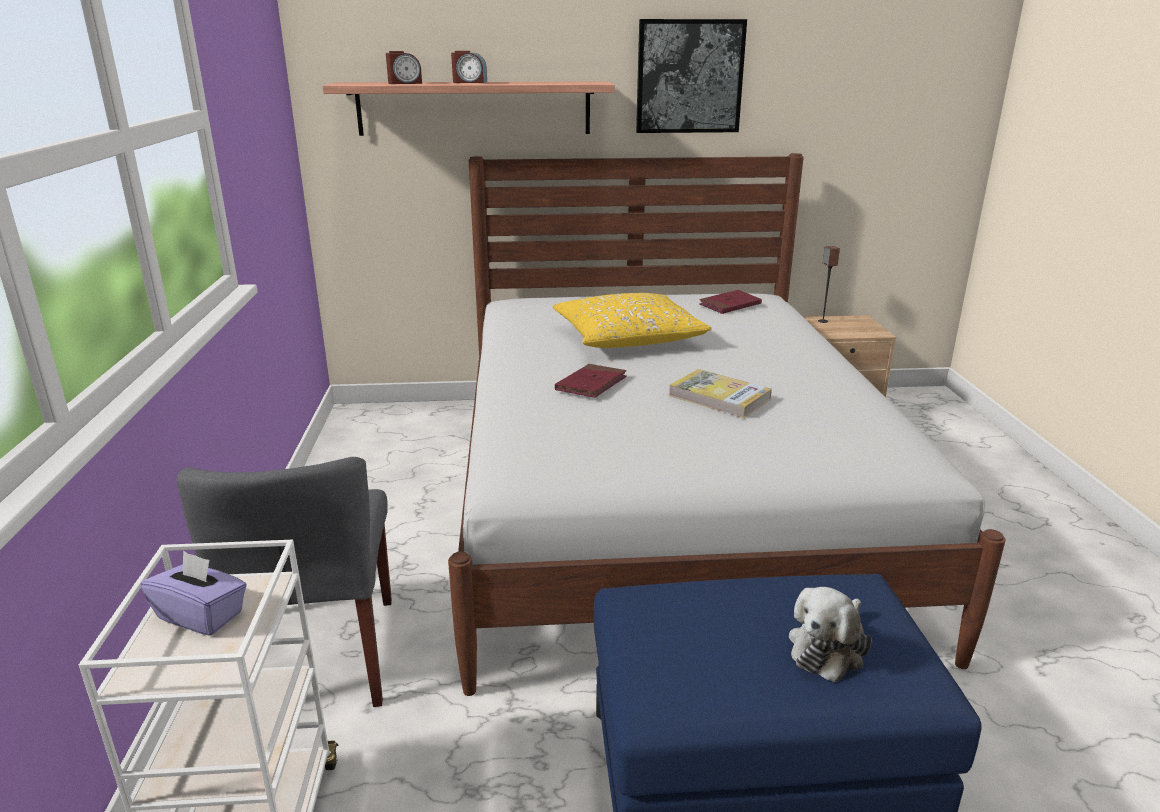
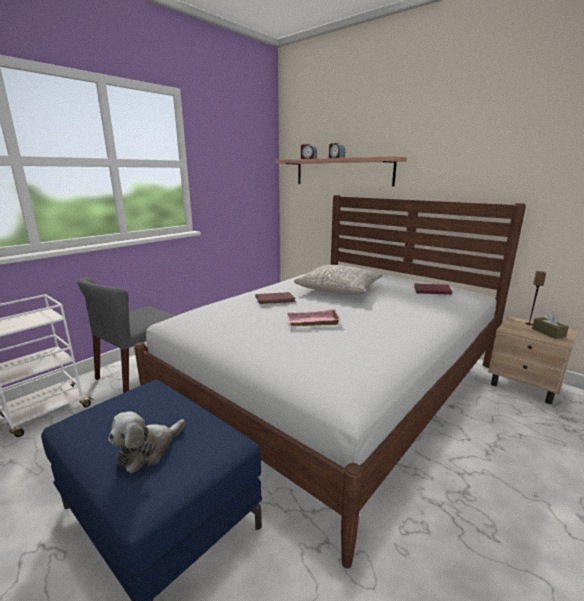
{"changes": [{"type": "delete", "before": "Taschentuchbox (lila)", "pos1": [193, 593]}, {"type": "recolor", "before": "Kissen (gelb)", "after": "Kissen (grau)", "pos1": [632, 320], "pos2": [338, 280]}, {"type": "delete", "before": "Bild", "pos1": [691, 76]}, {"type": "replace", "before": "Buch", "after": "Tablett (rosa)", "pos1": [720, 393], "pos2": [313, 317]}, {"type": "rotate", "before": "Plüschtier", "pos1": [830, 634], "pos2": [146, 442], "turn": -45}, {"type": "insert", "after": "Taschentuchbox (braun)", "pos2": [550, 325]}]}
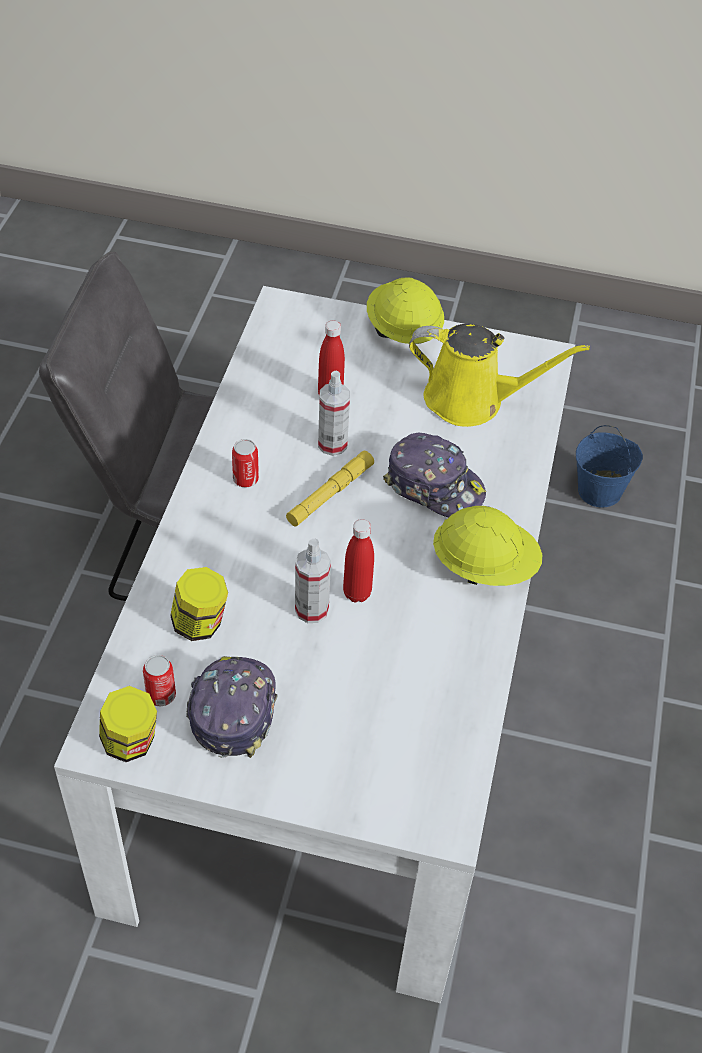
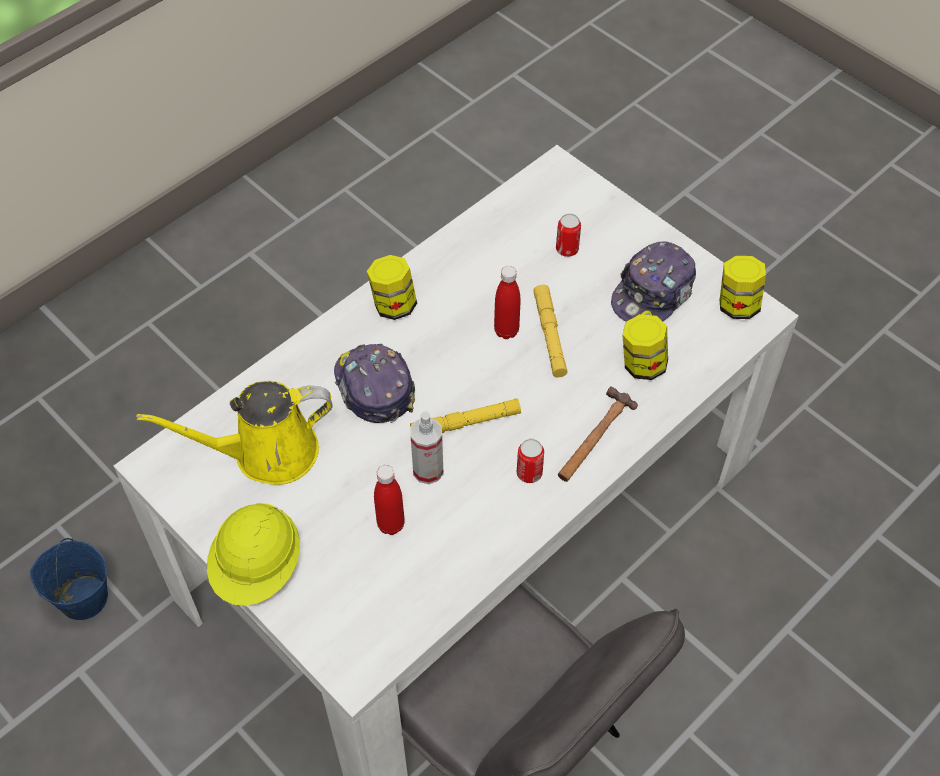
{"changes": [{"type": "move", "before": "Dose", "pos1": [159, 680], "pos2": [568, 235]}, {"type": "replace", "before": "Sprühflasche", "after": "Taschenlampe (gelb)", "pos1": [313, 581], "pos2": [550, 331]}, {"type": "rotate", "before": "Gießkanne (gelb)", "pos1": [499, 375], "pos2": [235, 433], "turn": -60}, {"type": "replace", "before": "Schutzhelm (gelb)", "after": "Vorratsglas", "pos1": [487, 546], "pos2": [392, 287]}, {"type": "insert", "after": "Hammer", "pos2": [598, 434]}]}
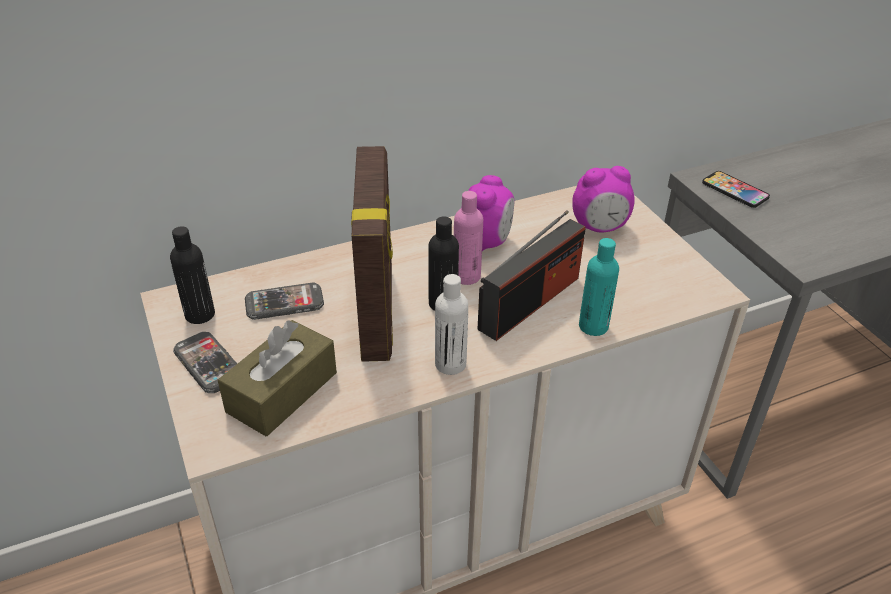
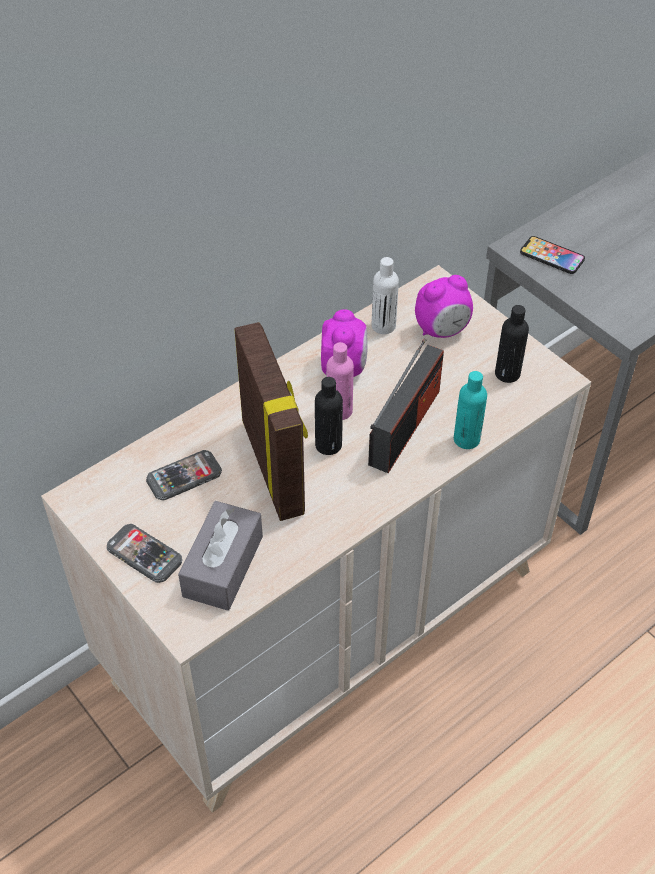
{"changes": [{"type": "move", "before": "Flasche (schwarz)", "pos1": [192, 275], "pos2": [512, 344]}, {"type": "recolor", "before": "Taschentuchbox (braun)", "after": "Taschentuchbox (grau)", "pos1": [277, 378], "pos2": [220, 556]}, {"type": "move", "before": "Flasche (weiß)", "pos1": [451, 324], "pos2": [385, 295]}]}
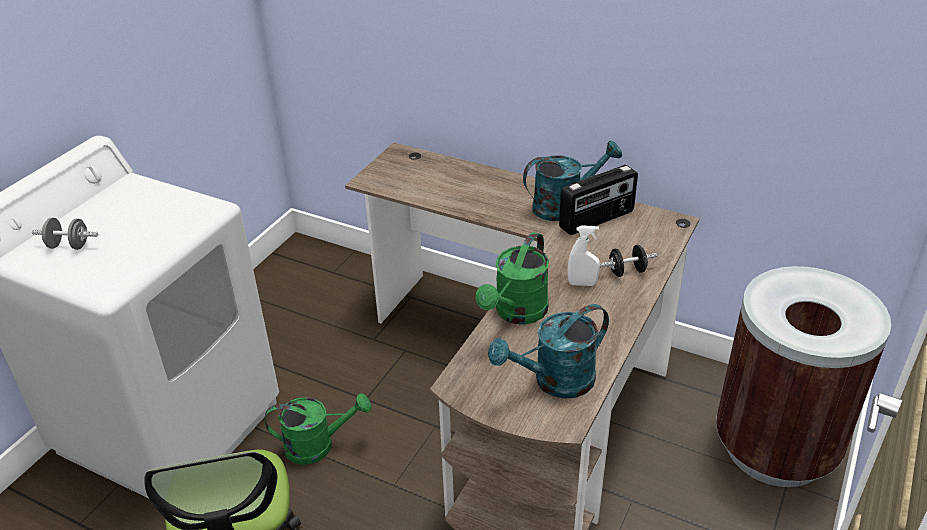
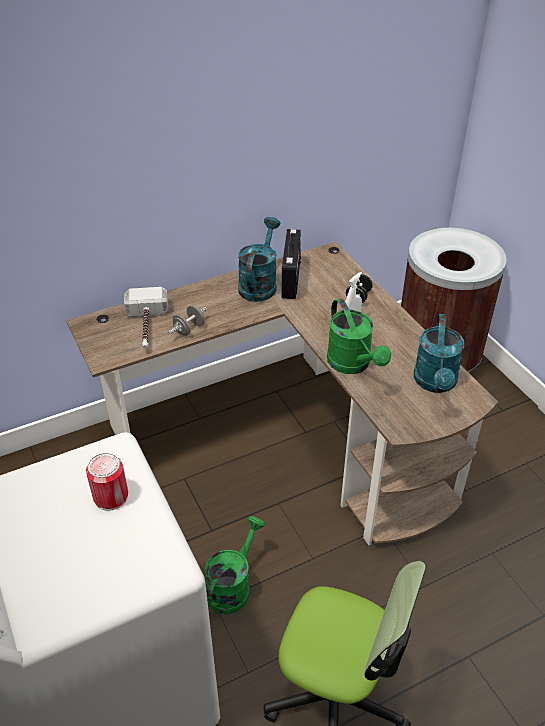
{"changes": [{"type": "move", "before": "Hantel (grau)", "pos1": [65, 233], "pos2": [188, 320]}, {"type": "insert", "after": "Dose", "pos2": [107, 482]}, {"type": "insert", "after": "Hammer", "pos2": [146, 318]}]}
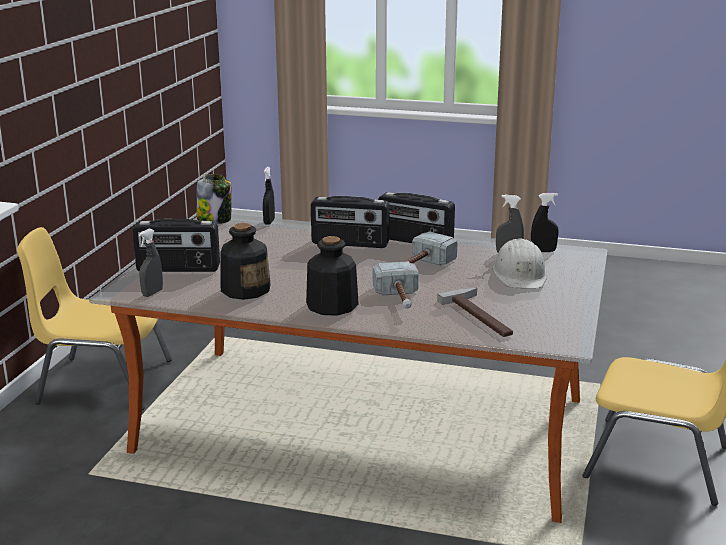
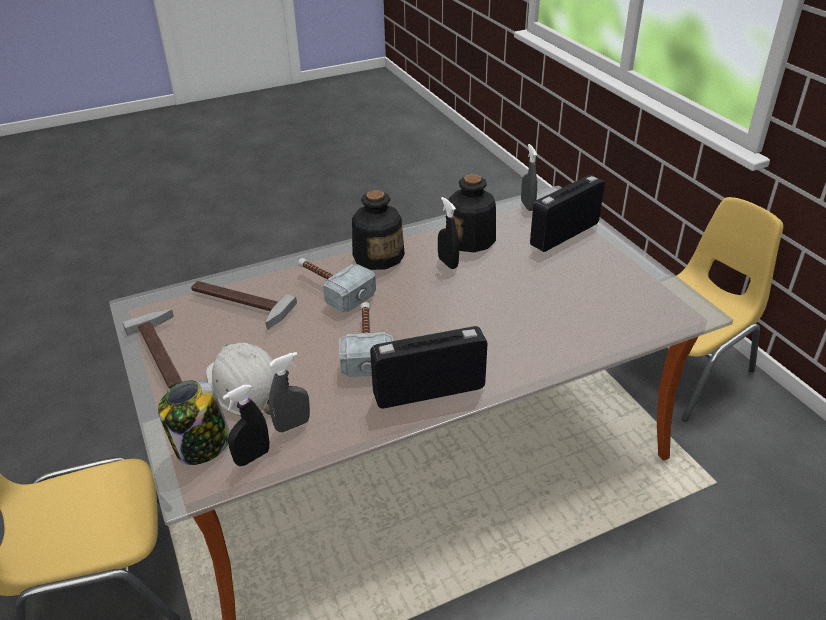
{"changes": [{"type": "move", "before": "Vorratsglas", "pos1": [214, 199], "pos2": [194, 422]}, {"type": "move", "before": "Sprühflasche (schwarz)", "pos1": [269, 196], "pos2": [448, 233]}, {"type": "delete", "before": "Radio", "pos1": [350, 222]}, {"type": "insert", "after": "Hammer", "pos2": [152, 349]}]}
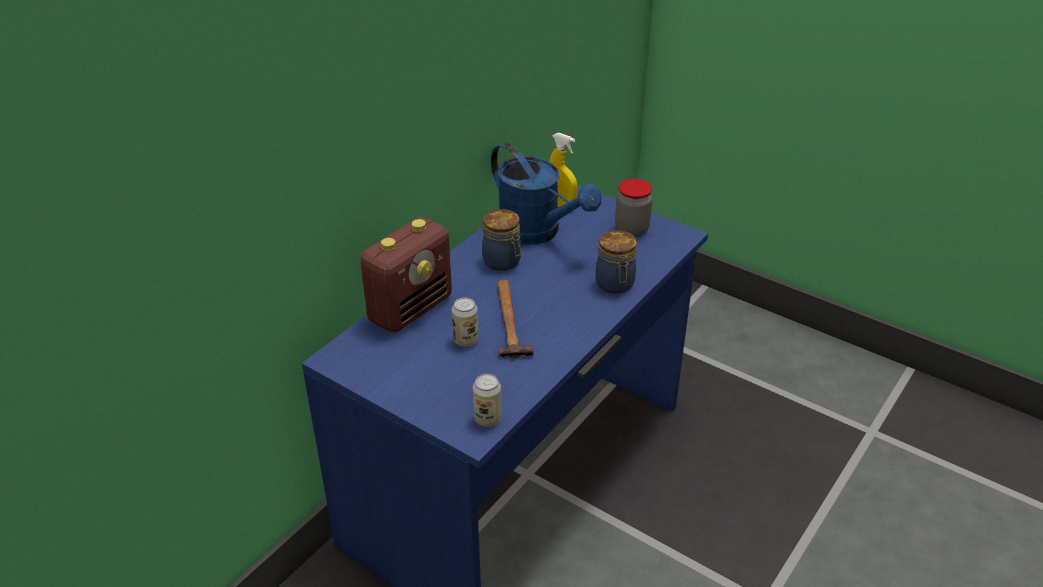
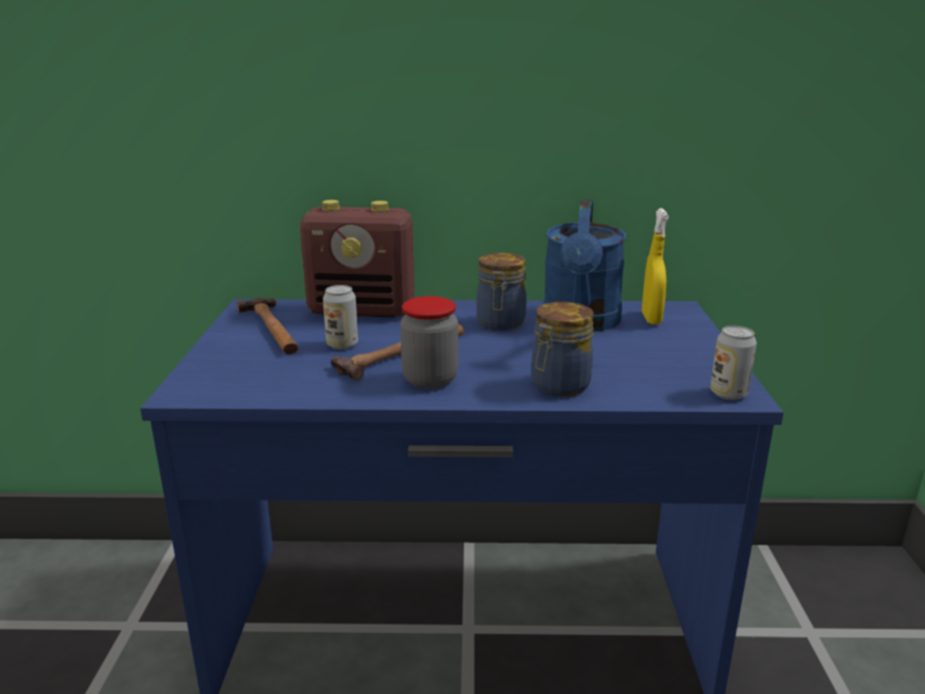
{"changes": [{"type": "move", "before": "Dose", "pos1": [487, 400], "pos2": [733, 363]}, {"type": "move", "before": "Vorratsglas", "pos1": [634, 208], "pos2": [429, 342]}, {"type": "insert", "after": "Hammer", "pos2": [267, 326]}]}
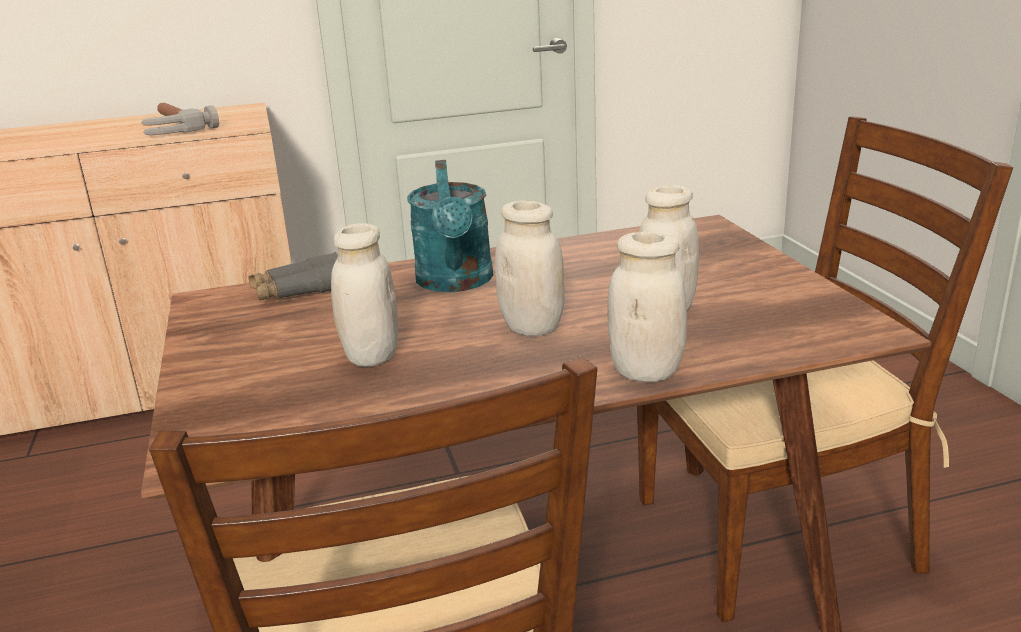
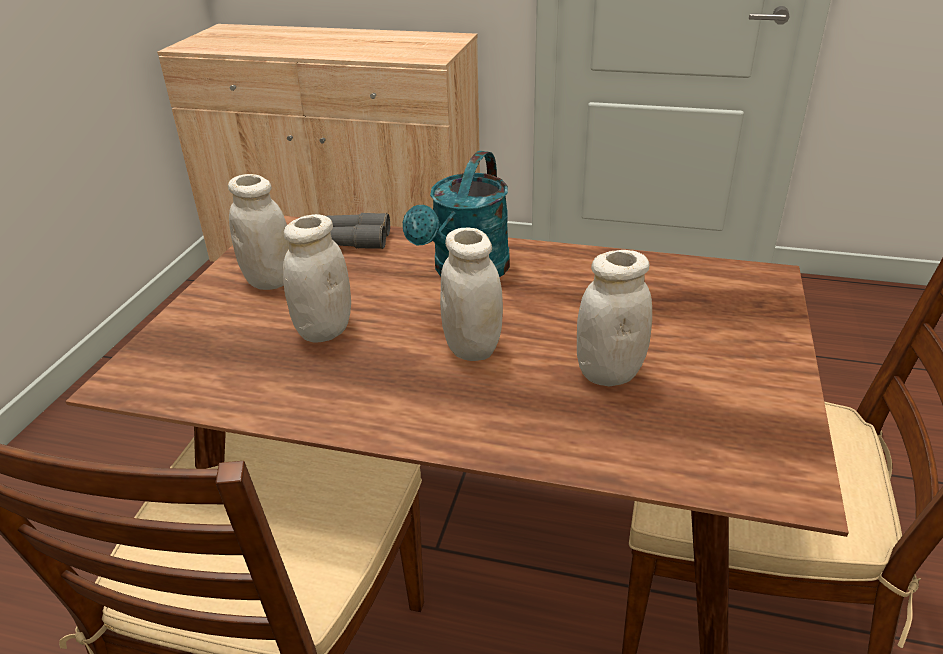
{"changes": [{"type": "delete", "before": "Hammer", "pos1": [180, 119]}, {"type": "move", "before": "Vorratsglas (weiß)", "pos1": [647, 307], "pos2": [258, 232]}]}
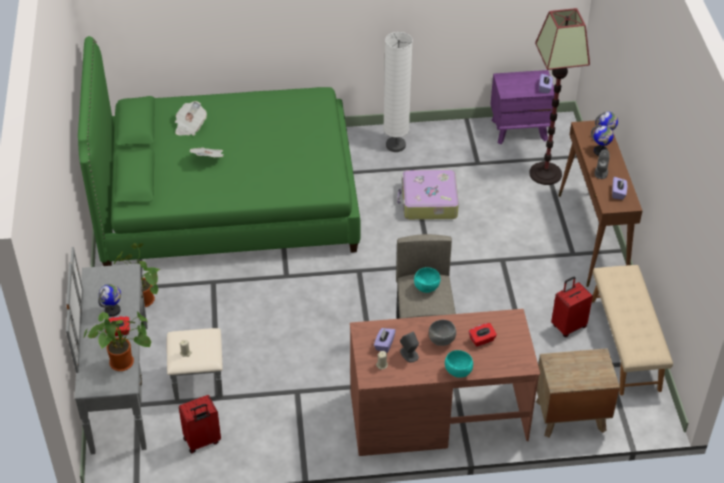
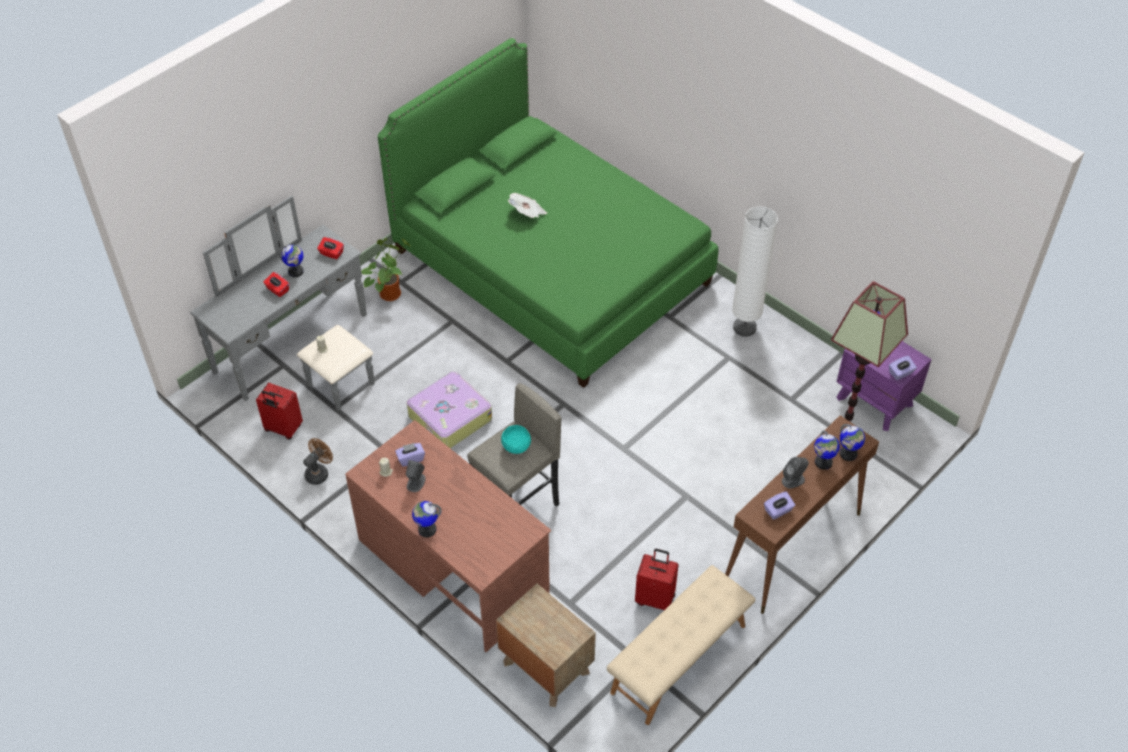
{"changes": [{"type": "delete", "before": "Topfpflanze", "pos1": [117, 341]}, {"type": "delete", "before": "Zeitung", "pos1": [191, 118]}, {"type": "move", "before": "Koffer", "pos1": [428, 195], "pos2": [449, 410]}, {"type": "delete", "before": "Schüssel (grau)", "pos1": [442, 333]}, {"type": "replace", "before": "Schüssel (türkis)", "after": "Globus", "pos1": [459, 364], "pos2": [427, 519]}, {"type": "move", "before": "Taschentuchbox (rot)", "pos1": [483, 335], "pos2": [330, 248]}, {"type": "insert", "after": "Ventilator (braun)", "pos2": [318, 461]}]}
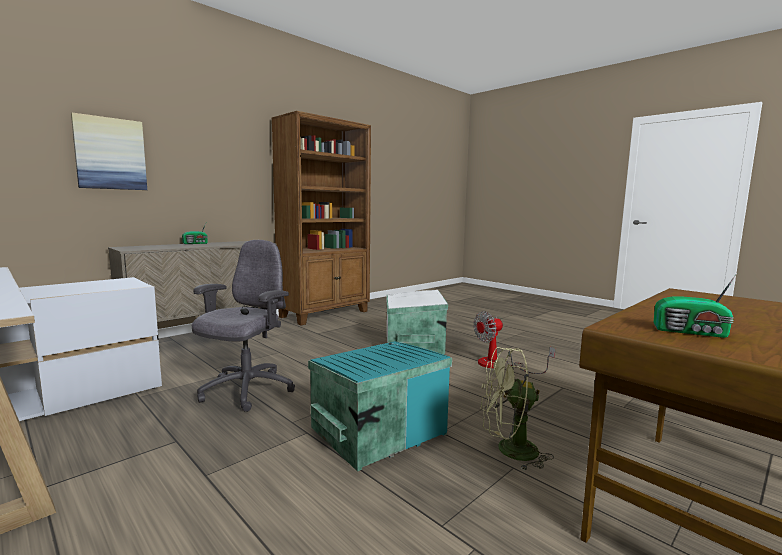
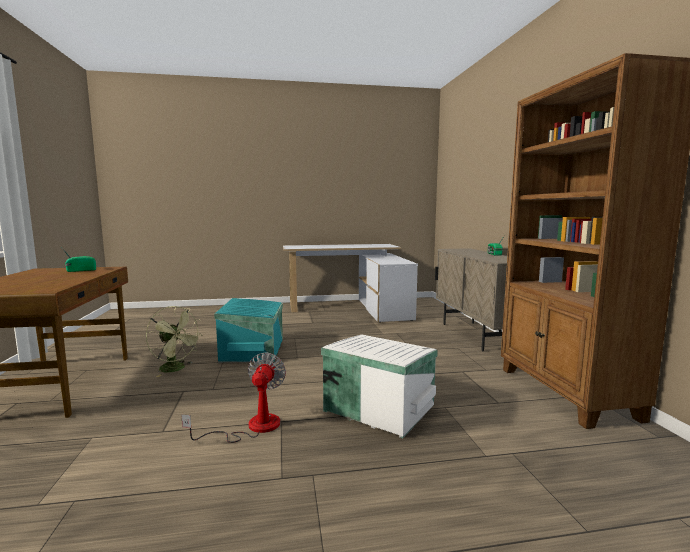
{"changes": [{"type": "delete", "before": "Bild", "pos1": [109, 151]}, {"type": "delete", "before": "Bürostuhl (grau)", "pos1": [243, 326]}, {"type": "rotate", "before": "Ventilator (grün)", "pos1": [517, 408], "pos2": [174, 341], "turn": 90}]}
